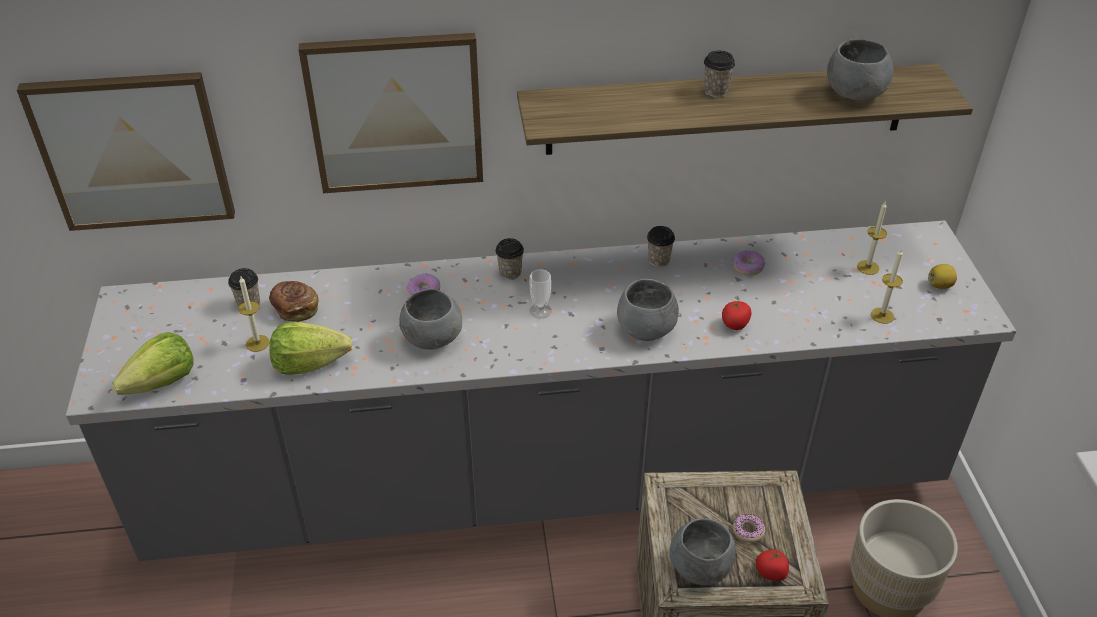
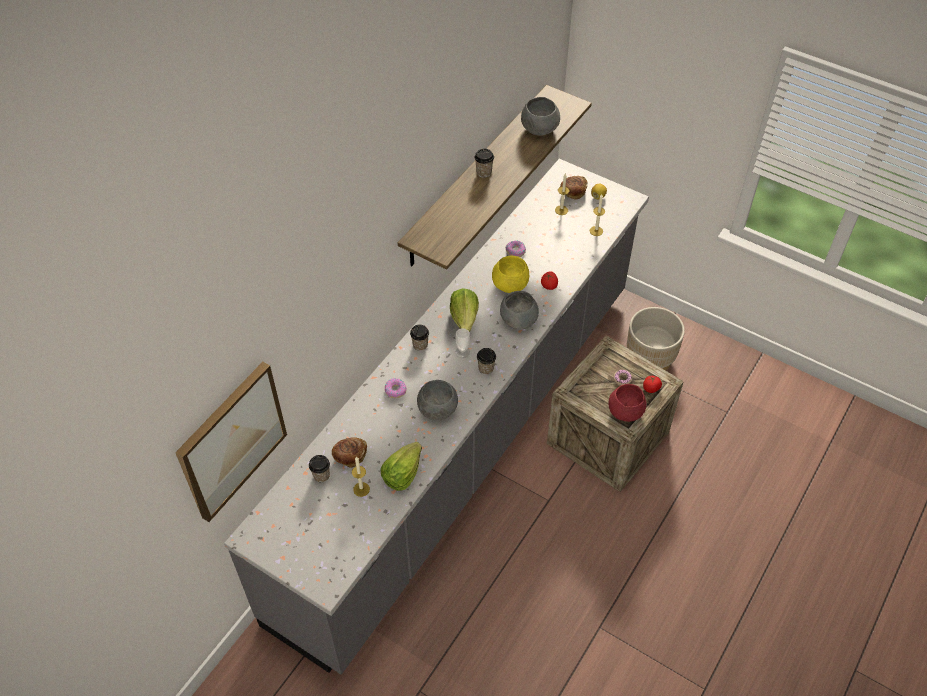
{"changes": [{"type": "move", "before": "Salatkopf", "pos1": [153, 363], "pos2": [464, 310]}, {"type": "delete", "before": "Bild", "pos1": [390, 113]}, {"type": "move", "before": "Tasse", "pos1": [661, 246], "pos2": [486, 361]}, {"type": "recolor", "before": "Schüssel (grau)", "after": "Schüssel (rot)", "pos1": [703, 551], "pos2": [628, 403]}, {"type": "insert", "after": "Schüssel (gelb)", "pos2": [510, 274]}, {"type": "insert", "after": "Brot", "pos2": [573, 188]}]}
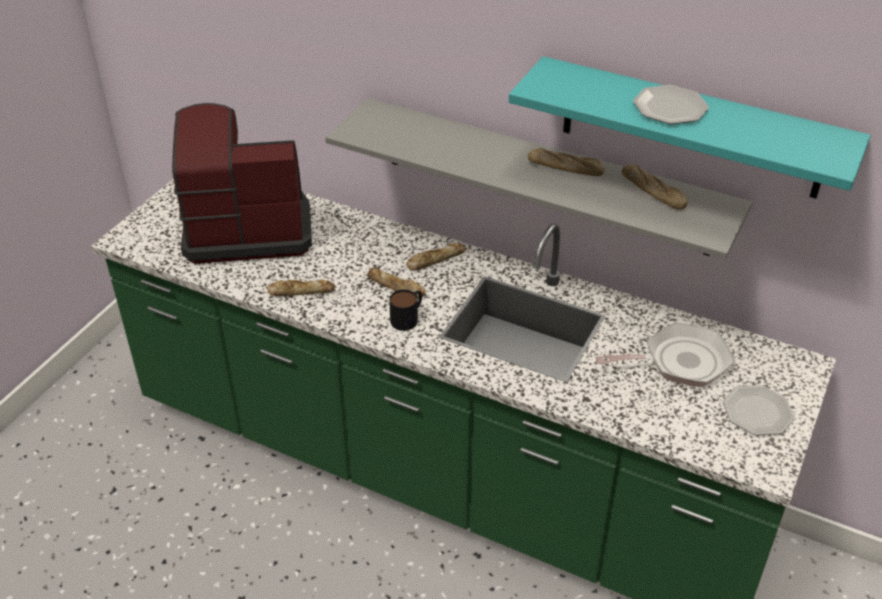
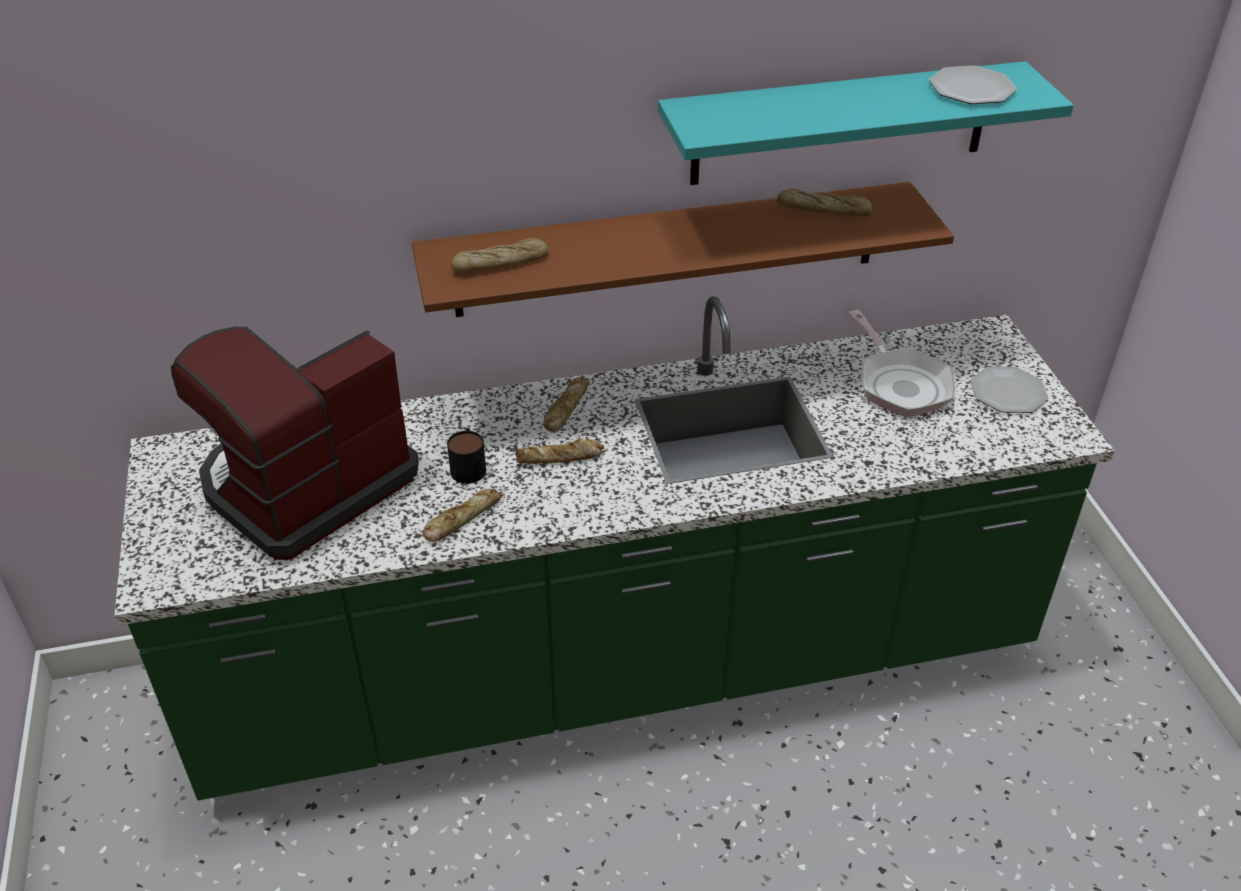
{"changes": [{"type": "recolor", "before": "Wandregal (grau)", "after": "Wandregal (braun)", "pos1": [538, 178], "pos2": [683, 249]}, {"type": "move", "before": "Henkelbecher", "pos1": [405, 310], "pos2": [466, 456]}, {"type": "move", "before": "Brot", "pos1": [566, 162], "pos2": [499, 255]}, {"type": "rotate", "before": "Pfanne", "pos1": [665, 354], "pos2": [902, 363], "turn": 120}, {"type": "move", "before": "Teller", "pos1": [671, 104], "pos2": [973, 85]}]}
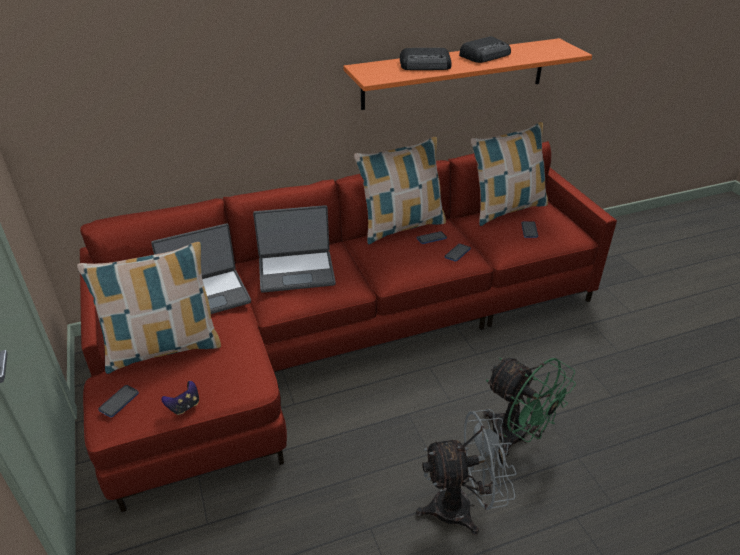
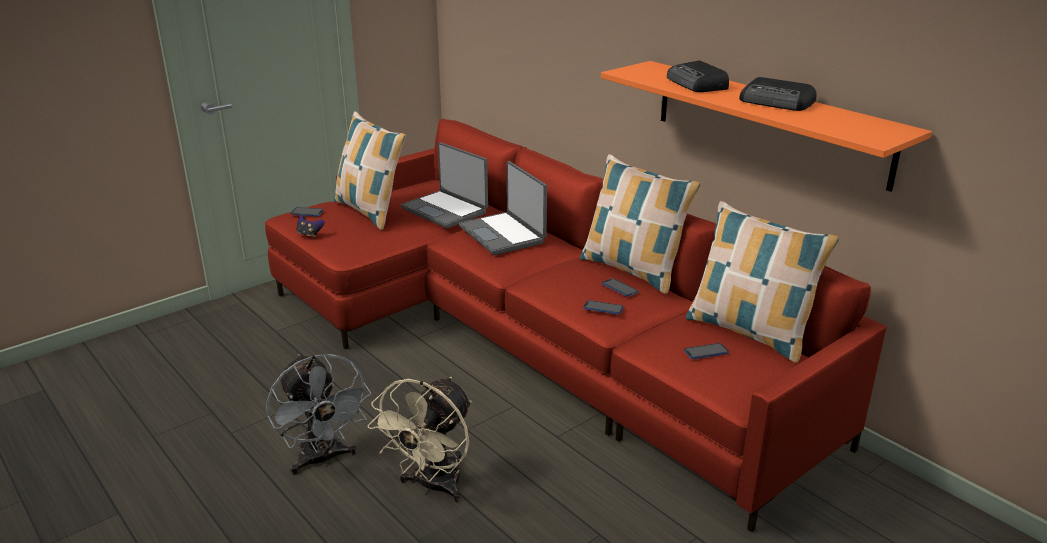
{"changes": [{"type": "recolor", "before": "Ventilator (grün)", "after": "Ventilator (beige)", "pos1": [529, 407], "pos2": [420, 440]}]}
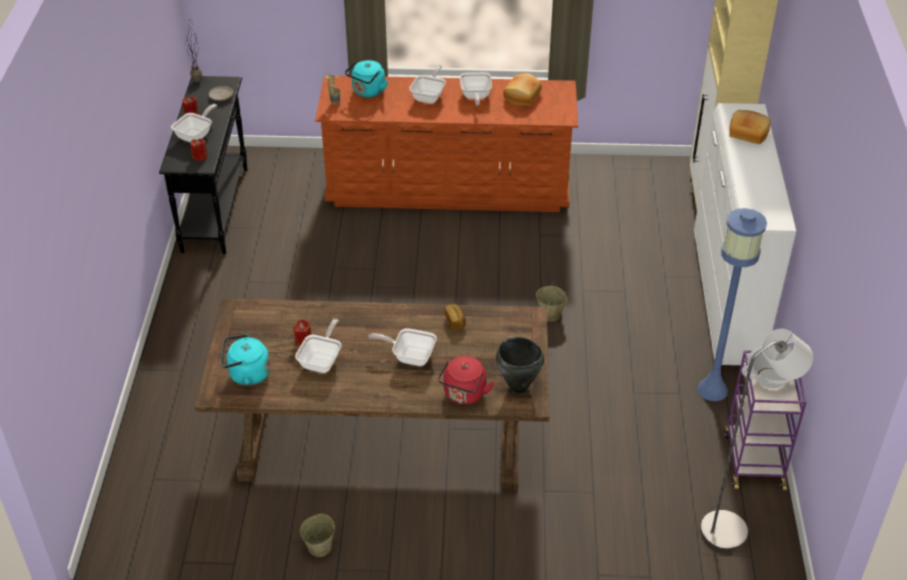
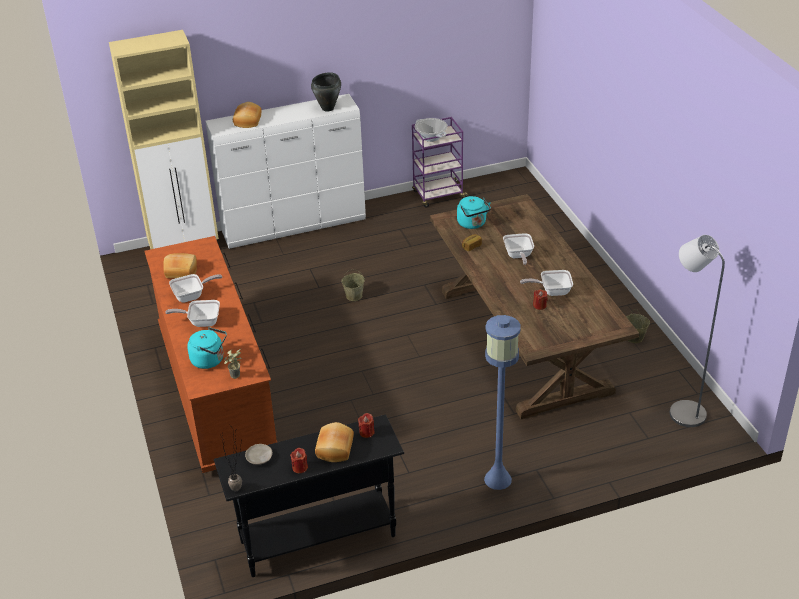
{"changes": [{"type": "replace", "before": "Pfanne", "after": "Brot", "pos1": [194, 123], "pos2": [334, 442]}, {"type": "move", "before": "Wasserkessel (türkis)", "pos1": [245, 360], "pos2": [474, 212]}, {"type": "delete", "before": "Wasserkessel (rot)", "pos1": [466, 380]}, {"type": "move", "before": "Kochtopf (schwarz)", "pos1": [520, 365], "pos2": [326, 92]}, {"type": "move", "before": "Stehlampe (blau)", "pos1": [732, 304], "pos2": [502, 402]}, {"type": "move", "before": "Stehlampe (grau)", "pos1": [756, 440], "pos2": [697, 331]}]}
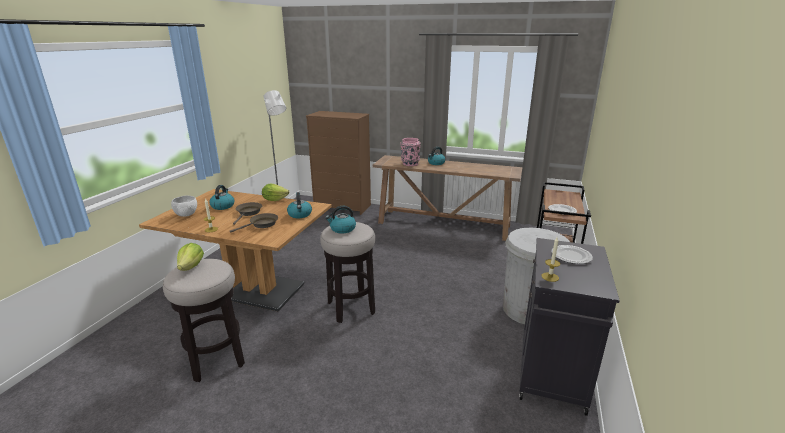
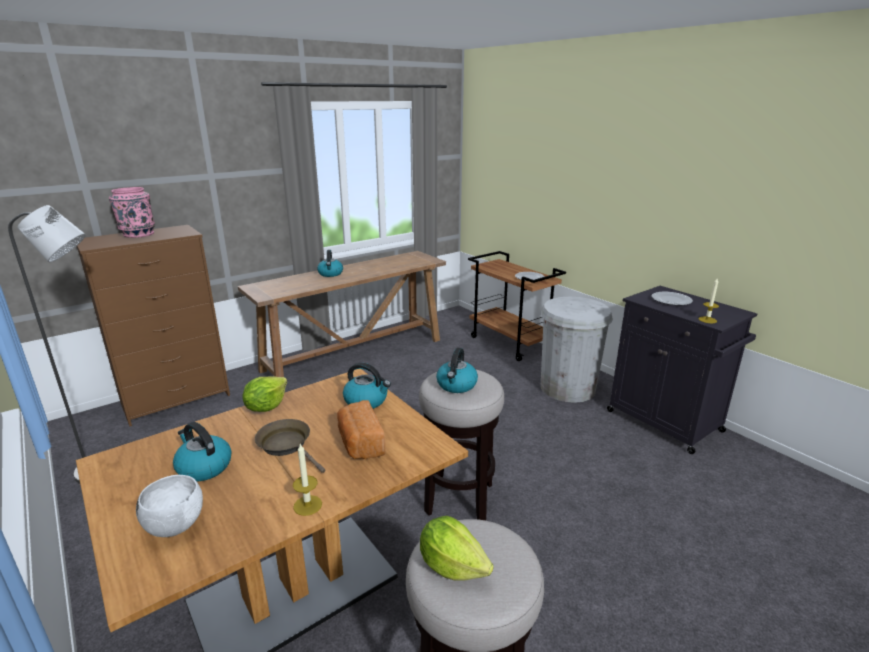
{"changes": [{"type": "replace", "before": "Pfanne (braun)", "after": "Brot", "pos1": [254, 223], "pos2": [361, 429]}, {"type": "move", "before": "Vase (rosa)", "pos1": [410, 152], "pos2": [132, 212]}]}
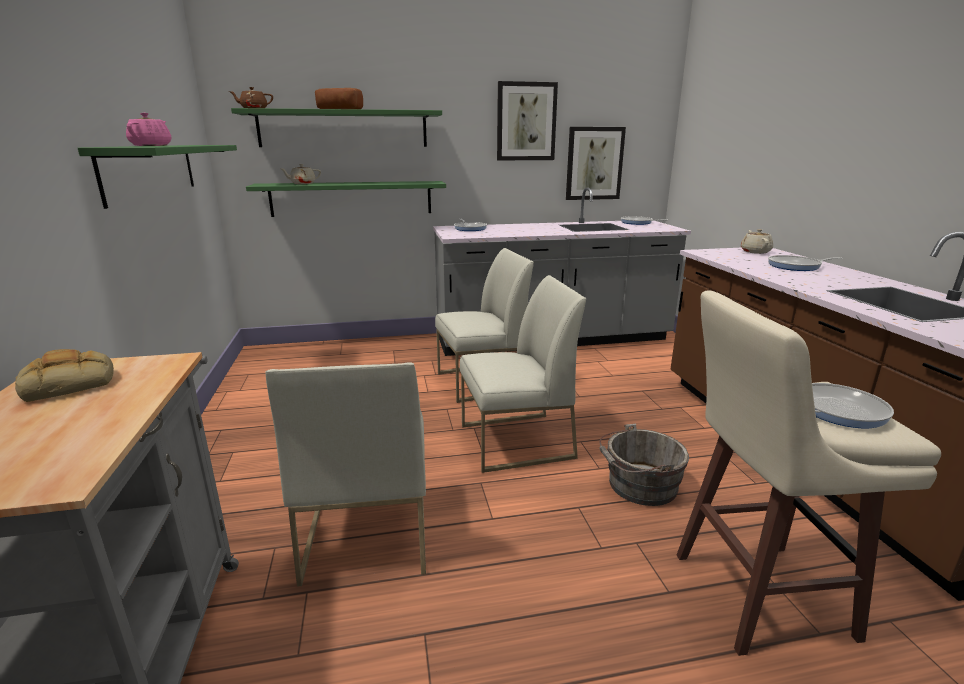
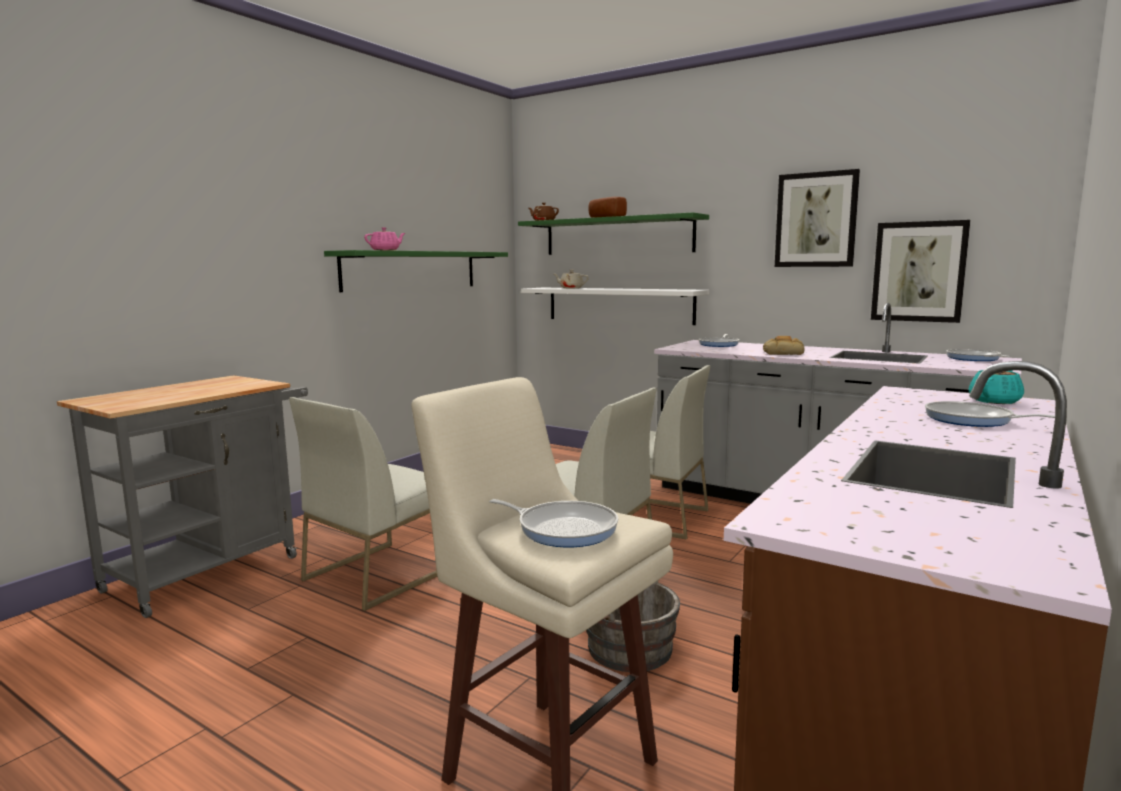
{"changes": [{"type": "move", "before": "Brot", "pos1": [64, 375], "pos2": [783, 345]}, {"type": "recolor", "before": "Wandregal (grün)", "after": "Wandregal (weiß)", "pos1": [346, 199], "pos2": [615, 306]}, {"type": "recolor", "before": "Teekanne (beige)", "after": "Teekanne (türkis)", "pos1": [757, 241], "pos2": [996, 387]}]}
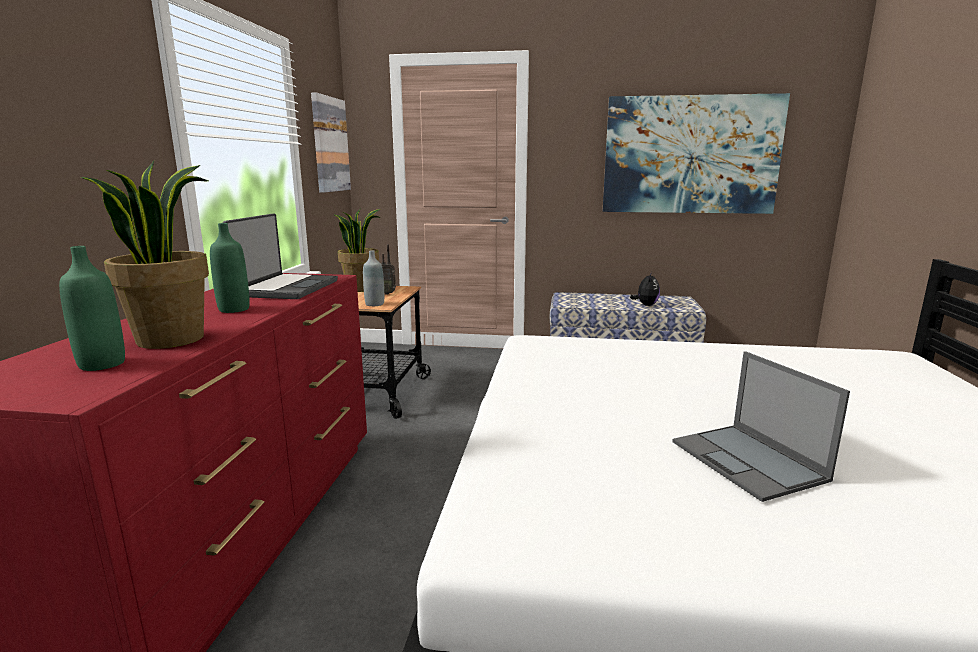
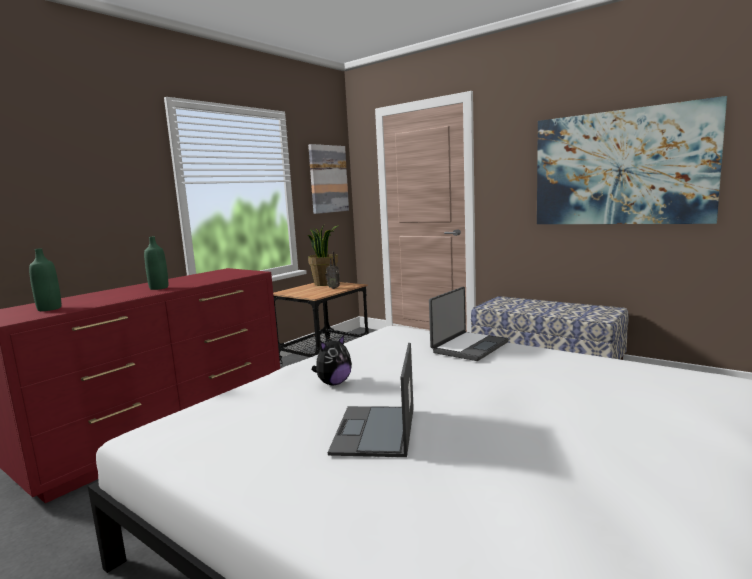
{"changes": [{"type": "delete", "before": "Topfpflanze", "pos1": [145, 255]}, {"type": "move", "before": "Laptop", "pos1": [280, 256], "pos2": [469, 324]}, {"type": "delete", "before": "Flasche (grau)", "pos1": [373, 278]}, {"type": "move", "before": "Plüschtier", "pos1": [645, 289], "pos2": [332, 360]}]}
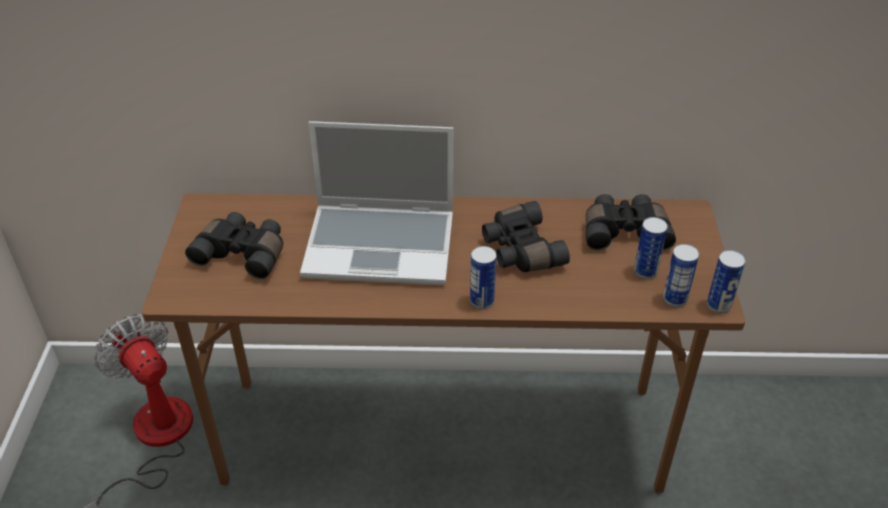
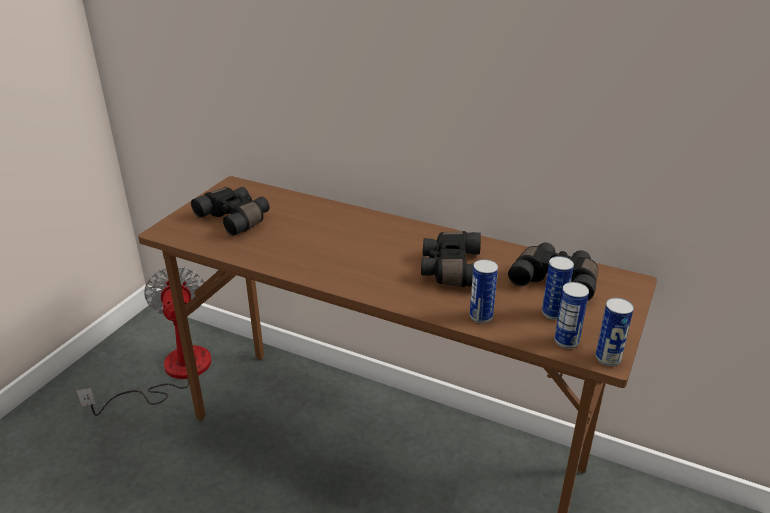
{"changes": [{"type": "delete", "before": "Laptop", "pos1": [376, 203]}, {"type": "move", "before": "Dose", "pos1": [483, 277], "pos2": [483, 291]}]}
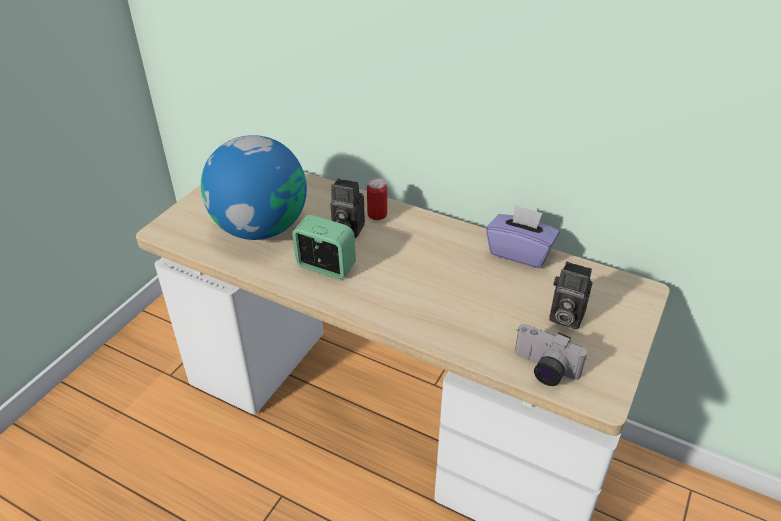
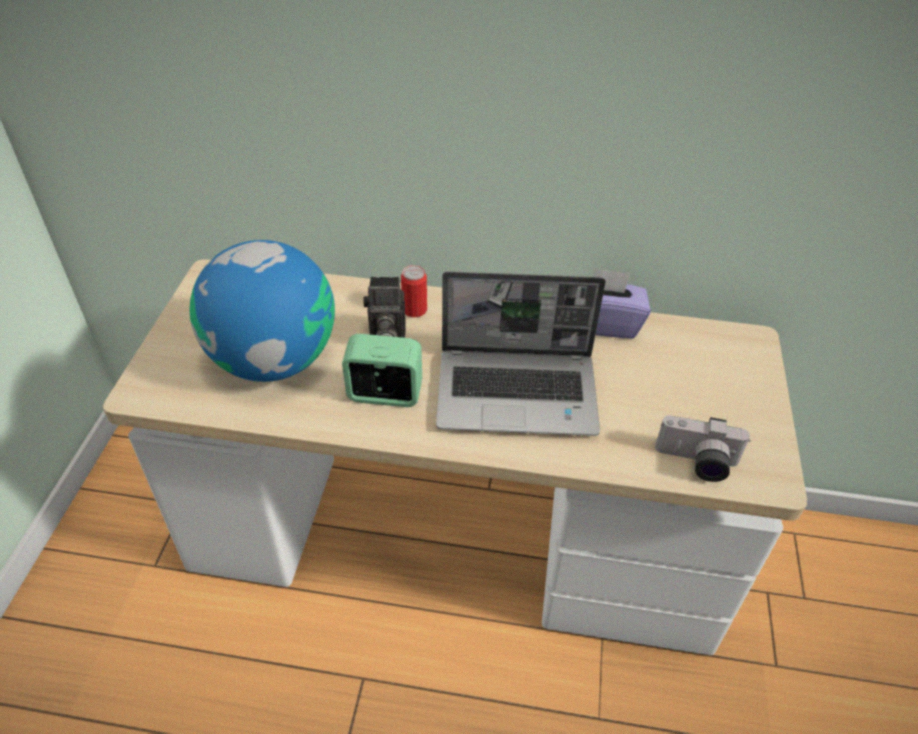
{"changes": [{"type": "delete", "before": "Kamera", "pos1": [570, 295]}, {"type": "insert", "after": "Laptop", "pos2": [521, 353]}]}
